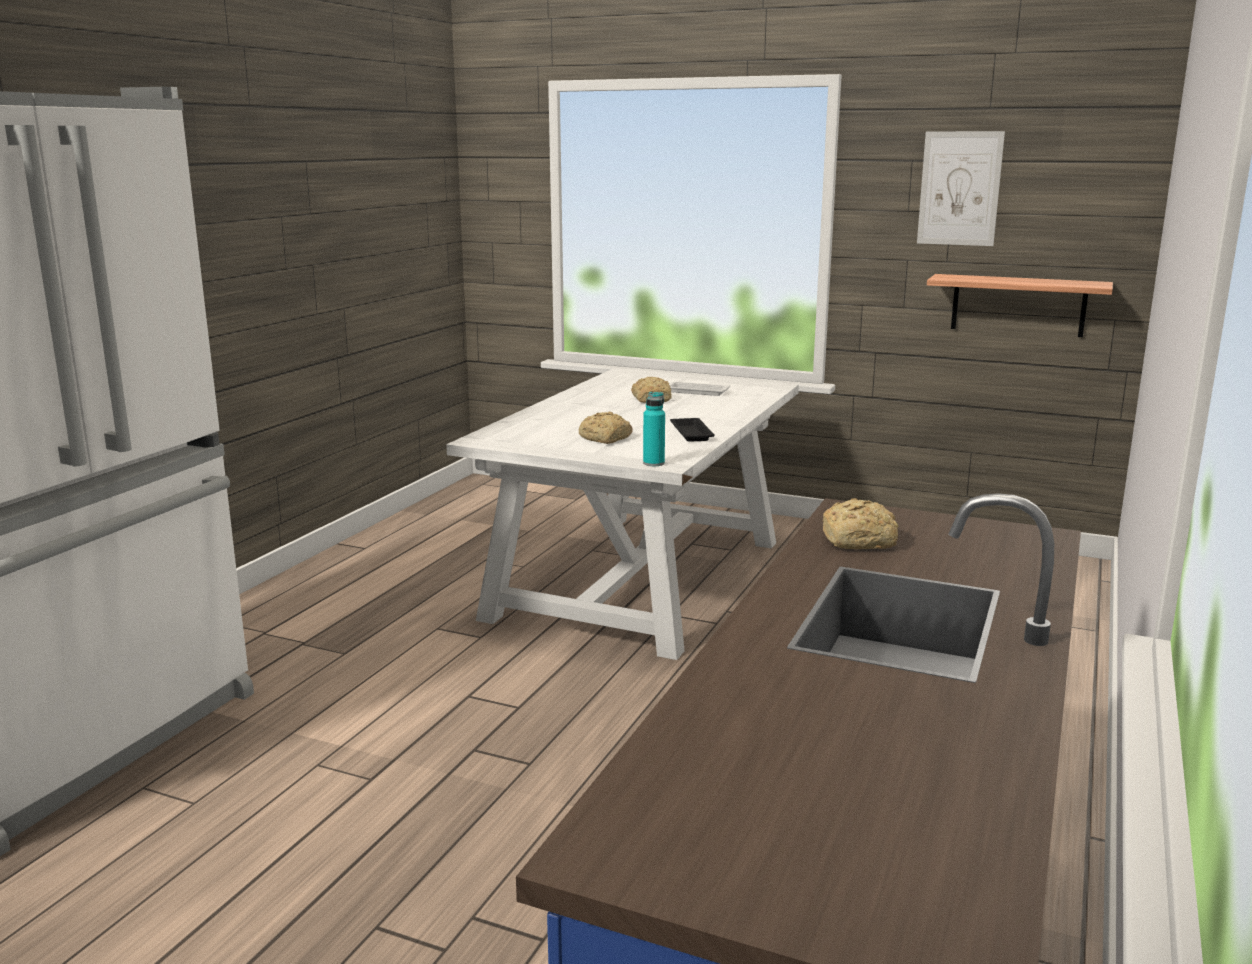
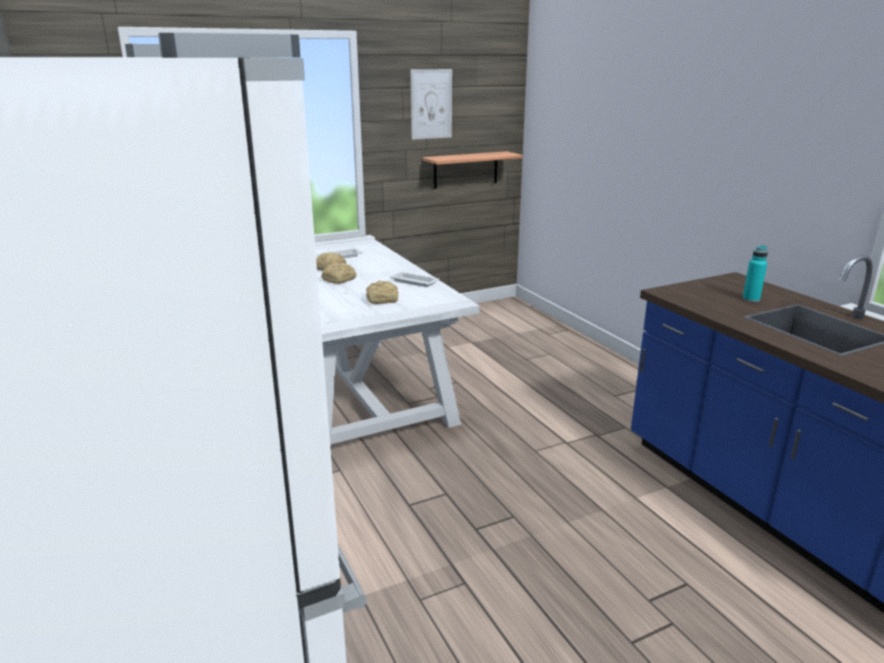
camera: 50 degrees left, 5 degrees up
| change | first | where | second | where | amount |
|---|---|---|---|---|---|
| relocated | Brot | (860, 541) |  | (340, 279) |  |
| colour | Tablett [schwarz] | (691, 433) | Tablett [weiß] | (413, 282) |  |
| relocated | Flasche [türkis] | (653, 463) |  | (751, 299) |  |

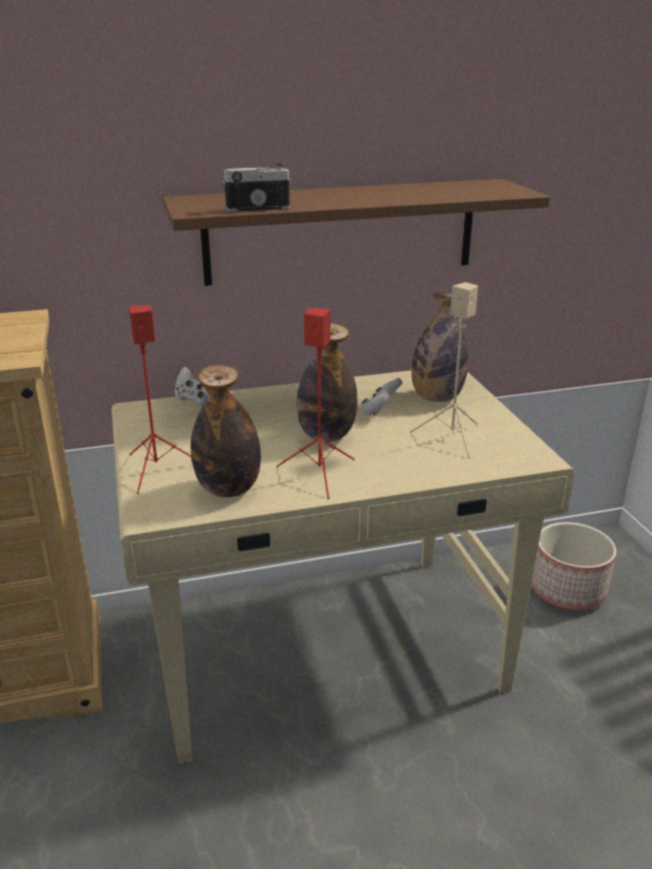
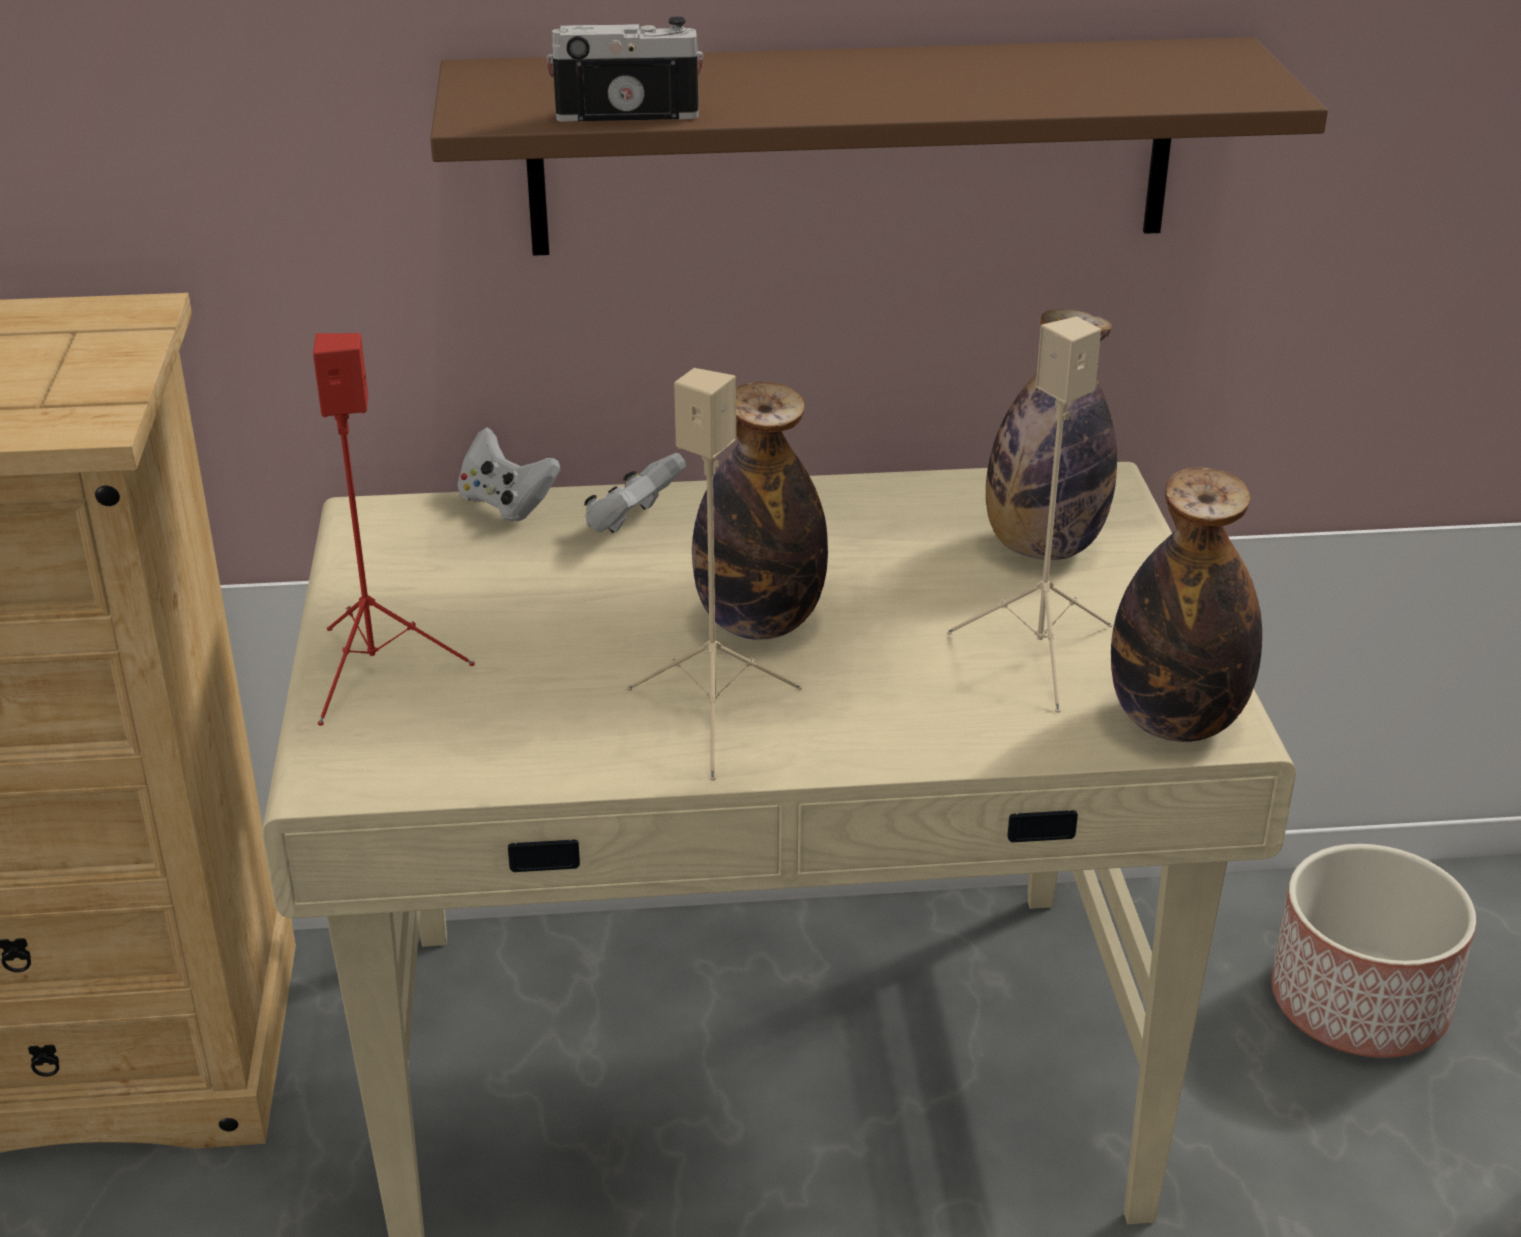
camera: 10 degrees right, 5 degrees up
| change | first | where | second | where | amount |
|---|---|---|---|---|---|
| relocated | Gamepad [weiß] | (381, 410) |  | (633, 521) |  |
| colour | Lautsprecher [rot] | (320, 473) | Lautsprecher [beige] | (715, 716) |  |
| relocated | Flasche | (228, 489) |  | (1175, 722) |  |

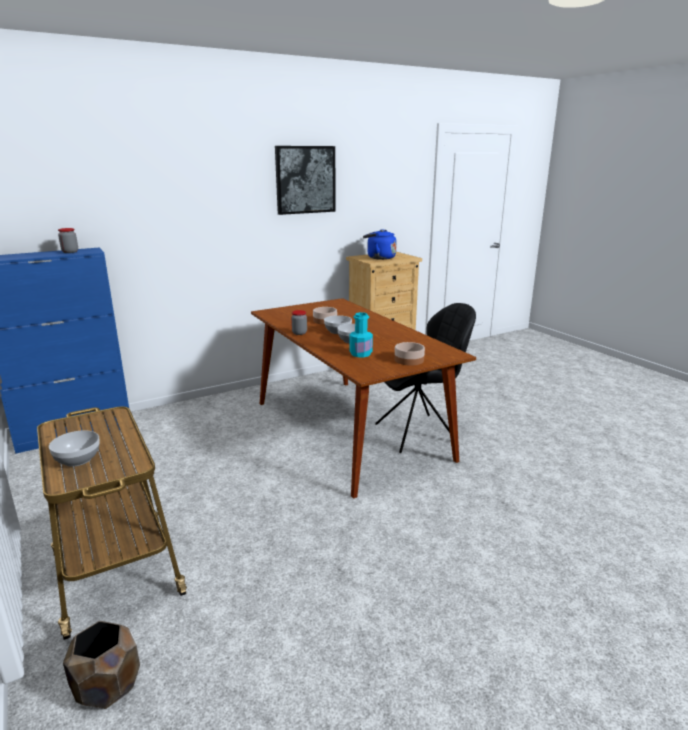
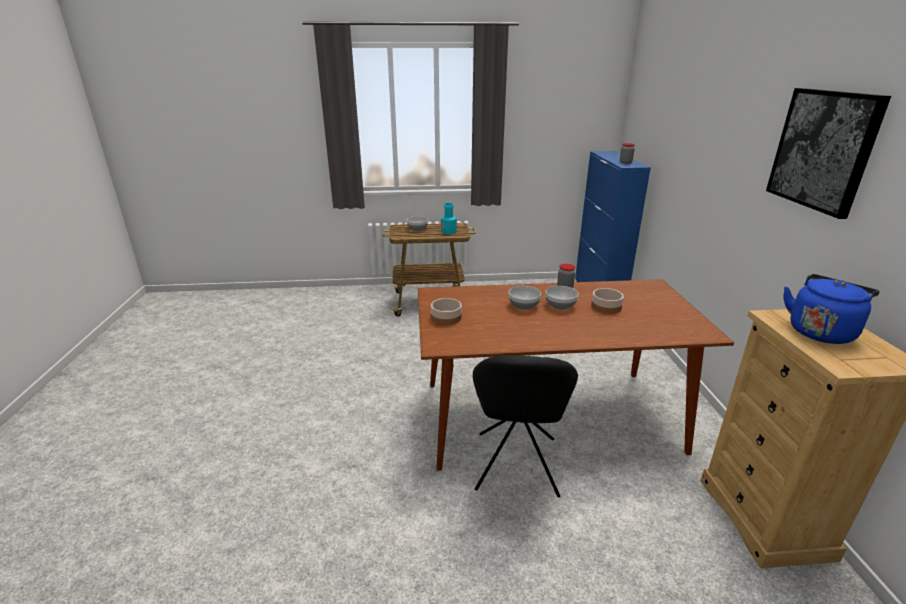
camera: 115 degrees right, 5 degrees up
| change | first | where | second | where | amount |
|---|---|---|---|---|---|
| relocated | Flasche [türkis] | (360, 354) |  | (448, 232) |  |
| missing | Pflanzkübel [braun] | (107, 686) |  |  |  |

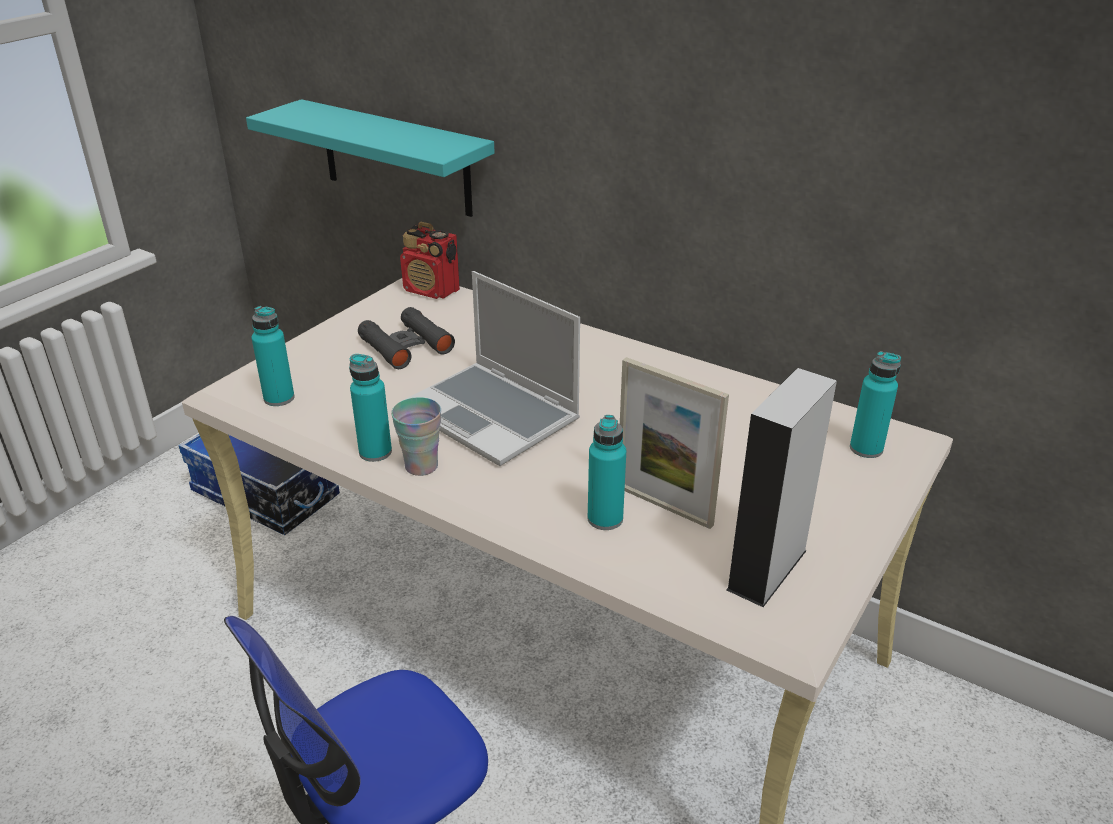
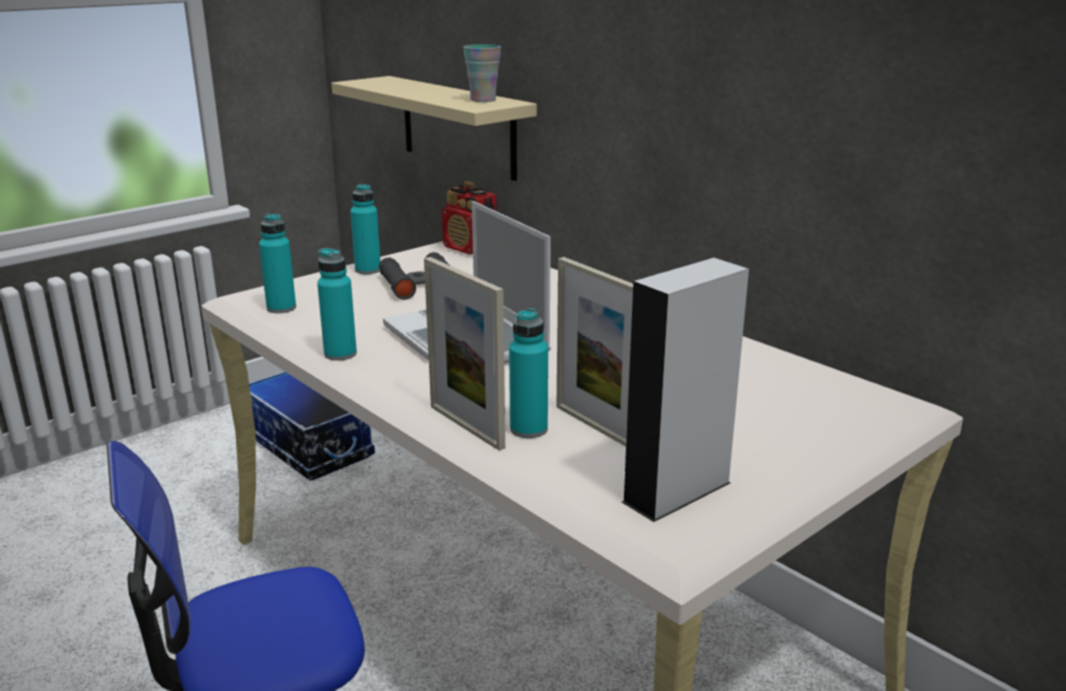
camera: 15 degrees right, 10 degrees down
| change | first | where | second | where | amount |
|---|---|---|---|---|---|
| colour | Wandregal [türkis] | (395, 158) | Wandregal [beige] | (458, 127) |  |
| relocated | Flasche [türkis] | (866, 449) |  | (368, 270) |  |
| appeared |  |  | Bilderrahmen | (466, 426) |  |
| relocated | Tasse | (421, 466) |  | (483, 100) |  |

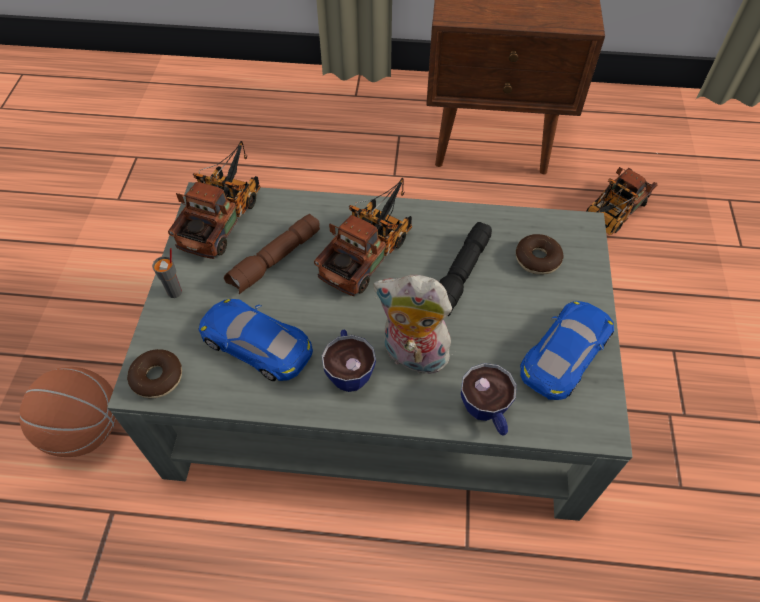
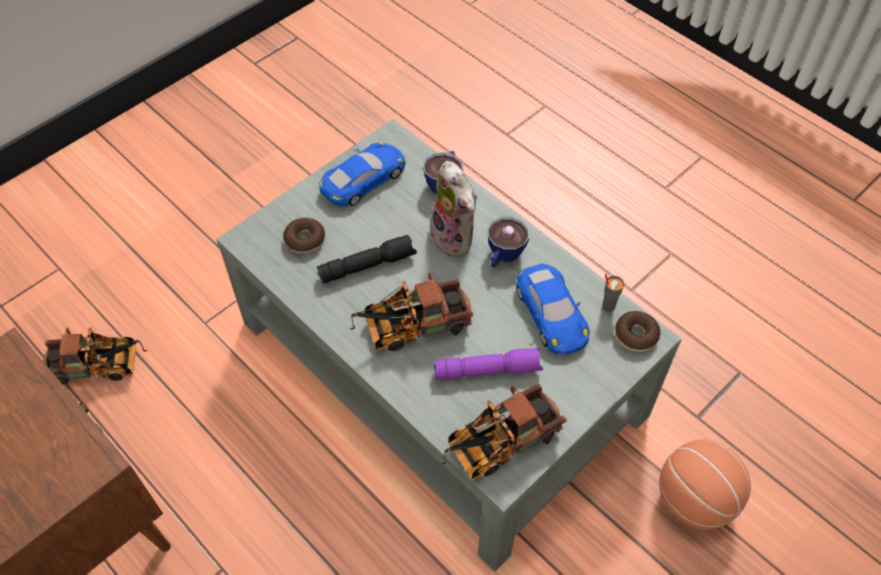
camera: 140 degrees left, 0 degrees up
| change | first | where | second | where | amount |
|---|---|---|---|---|---|
| spun | Spielzeugauto [blau] | (565, 353) |  | (363, 179) | 150 degrees clockwise |
| colour | Taschenlampe [braun] | (275, 260) | Taschenlampe [lila] | (488, 369) |  |
| relocated | Tasse [grau] | (175, 292) |  | (608, 306) |  |

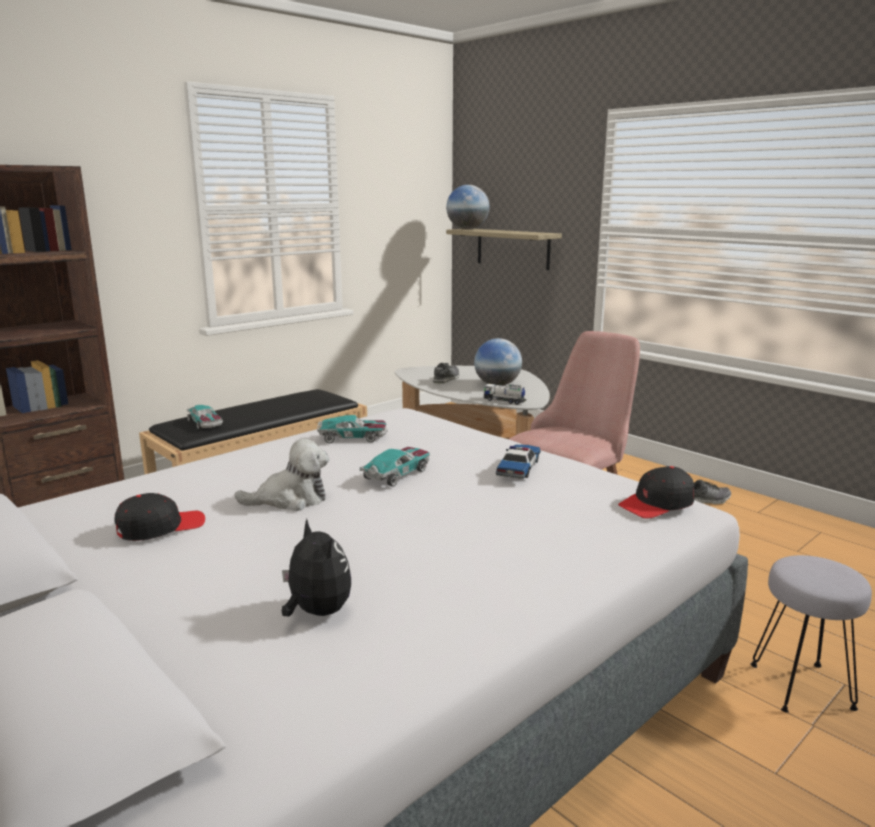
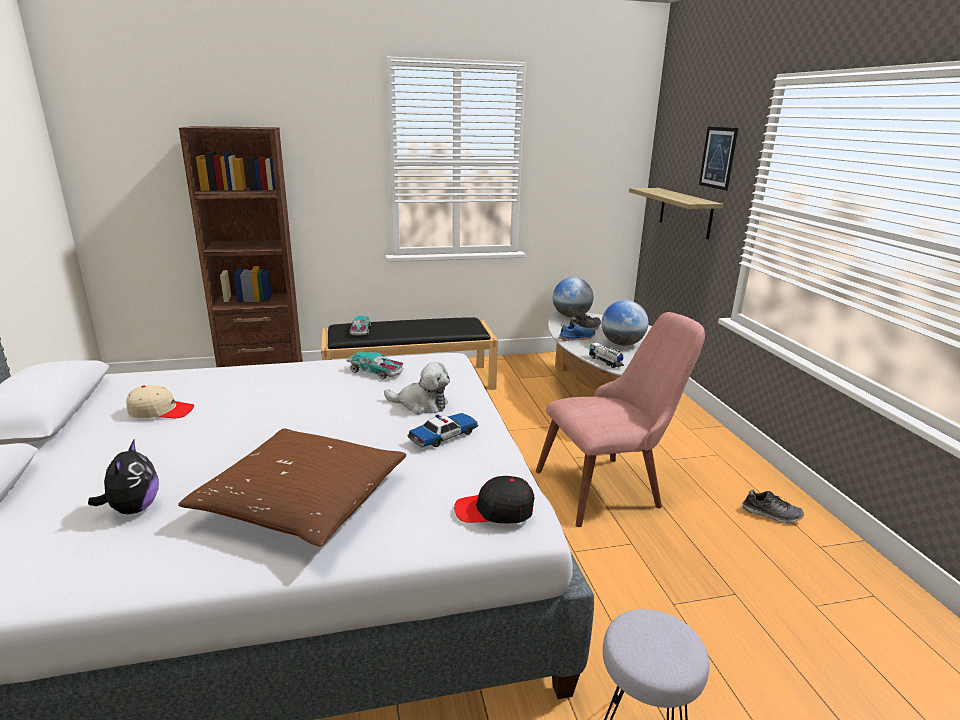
camera: 30 degrees right, 5 degrees up
| change | first | where | second | where | amount |
|---|---|---|---|---|---|
| colour | Kappe [schwarz] | (160, 527) | Kappe [beige] | (161, 411) |  |
| appeared |  |  | Kissen [braun] | (302, 501) |  |
| relocated | Plüschtier | (290, 500) |  | (421, 404) |  |
| relocated | Globus | (467, 229) |  | (571, 316) |  |
| appeared |  |  | Schuh [blau] | (576, 338) |  |
| appeared |  |  | Bild | (718, 158) |  |
| missing | Spielzeugauto | (397, 474) |  |  |  |

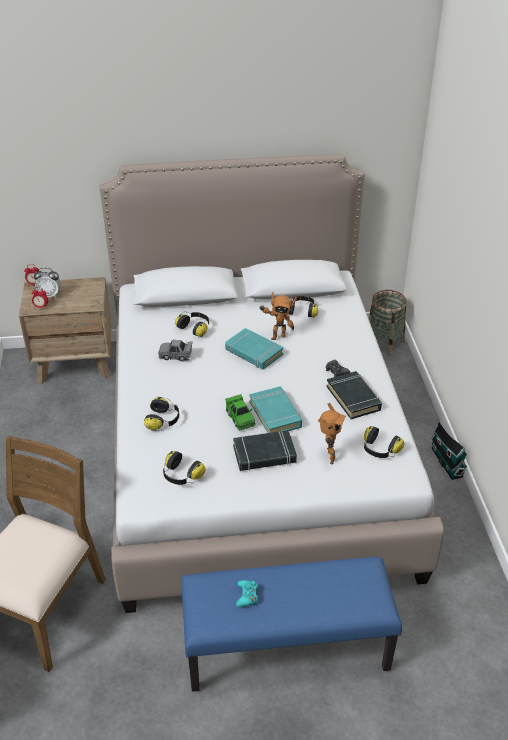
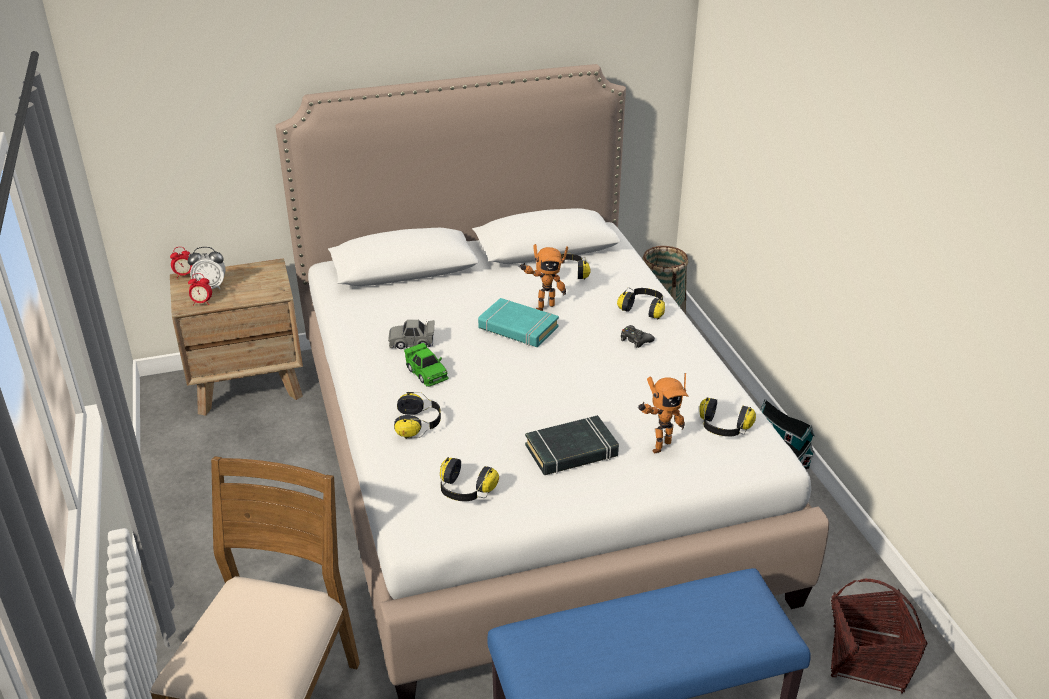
camera: 10 degrees left, 5 degrees down
| change | first | where | second | where | amount |
|---|---|---|---|---|---|
| relocated | Spielzeugauto [grün] | (240, 418) |  | (426, 373) |  |
| relocated | Kopfhörer | (195, 328) |  | (643, 309) |  |
| spun | Spielzeugroboter | (328, 458) |  | (658, 445) | 60 degrees clockwise |
| appeared |  |  | Korb | (867, 660) |  |
| missing | Gamepad [türkis] | (247, 596) |  |  |  |
| missing | Buch [türkis] | (275, 414) |  |  |  |
| missing | Buch [schwarz] | (353, 398) |  |  |  |

